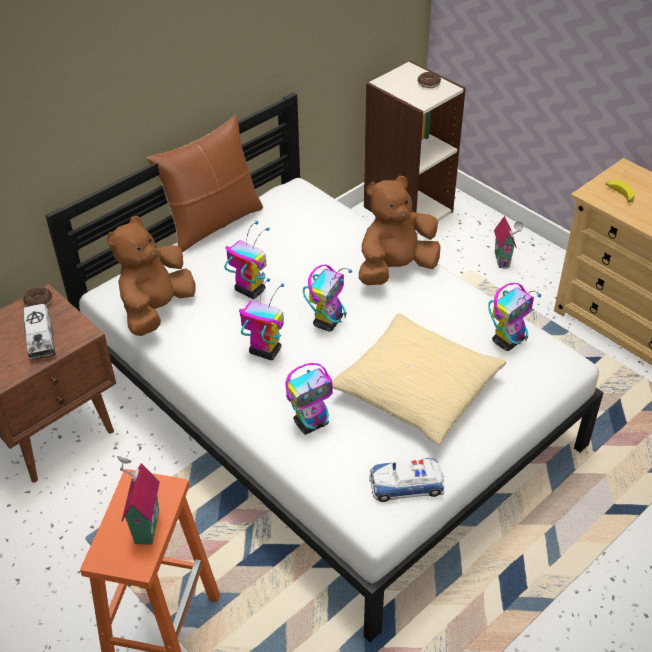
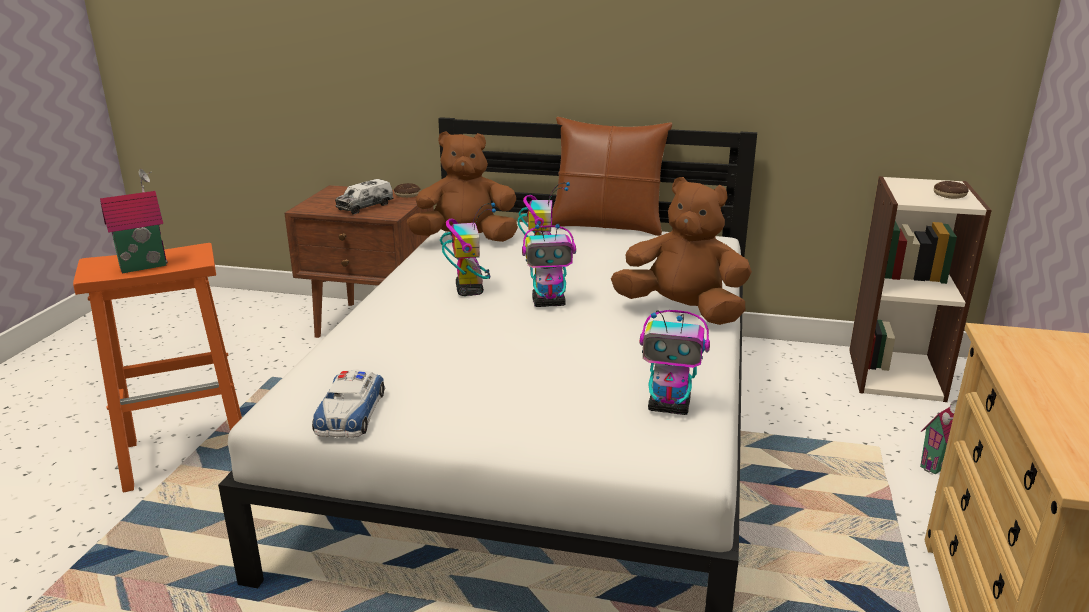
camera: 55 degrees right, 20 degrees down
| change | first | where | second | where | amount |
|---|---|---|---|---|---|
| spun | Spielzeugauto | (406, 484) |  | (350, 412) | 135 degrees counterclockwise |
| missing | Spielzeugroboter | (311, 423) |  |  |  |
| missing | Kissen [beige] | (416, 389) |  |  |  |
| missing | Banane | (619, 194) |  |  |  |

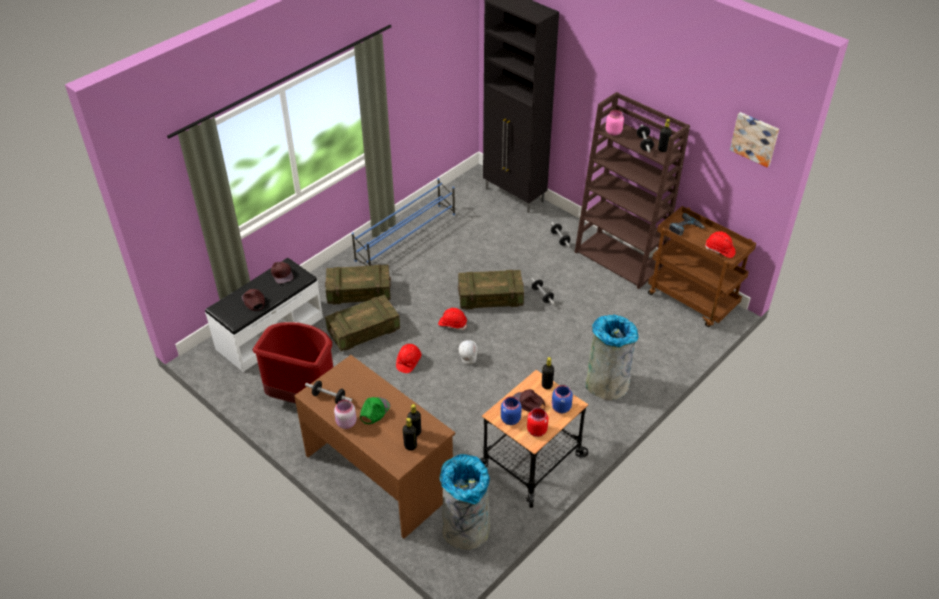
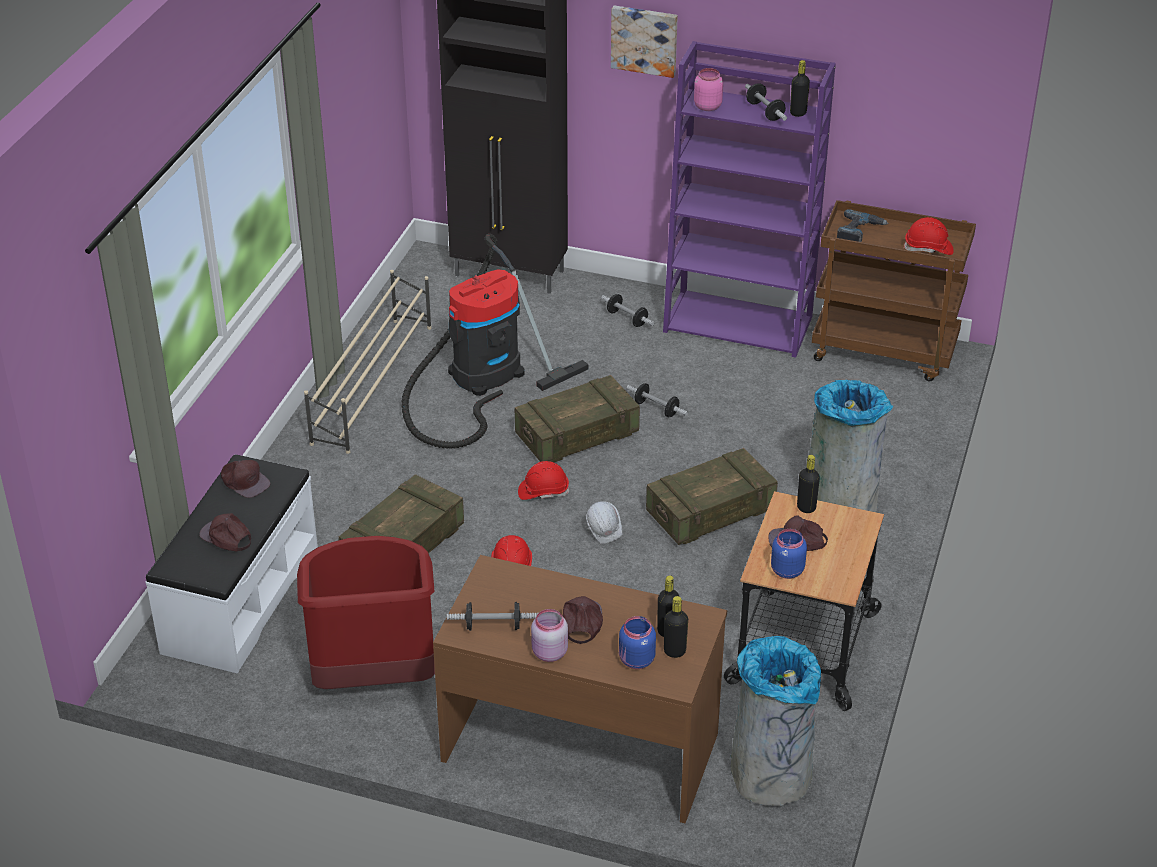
camera: 25 degrees left, 5 degrees down
| change | first | where | second | where | amount |
|---|---|---|---|---|---|
| colour | Schuhregal [blau] | (406, 237) | Schuhregal [beige] | (373, 383) |  |
| appeared |  |  | Staubsauger | (480, 378) |  |
| colour | Kappe [grün] | (374, 411) | Kappe [braun] | (581, 622) |  |
| relocated | Bild | (755, 138) |  | (644, 39) |  |
| relocated | Vorratsglas [blau] | (560, 408) |  | (636, 661) |  |
| relocated | Kiste | (359, 292) |  | (710, 512) |  |
| colour | Bücherregal [braun] | (620, 260) | Bücherregal [lila] | (739, 324) |  |
| missing | Vorratsglas [rot] | (536, 430) |  |  |  |

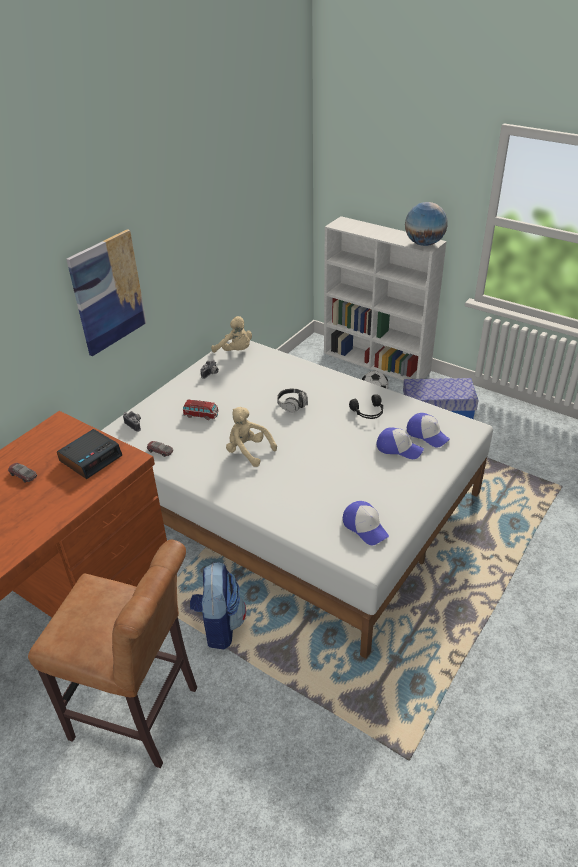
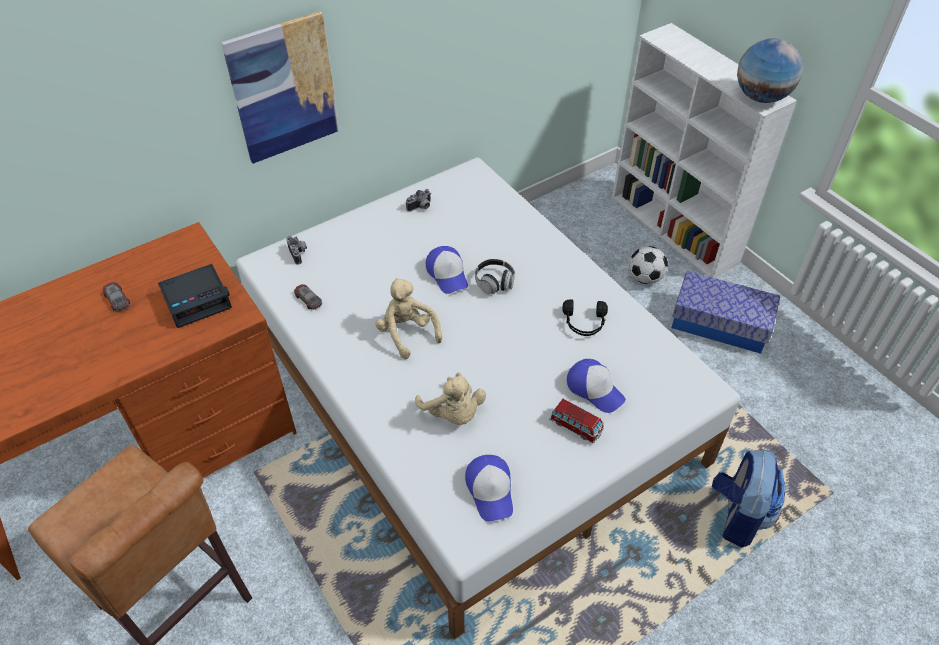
camera: 20 degrees right, 10 degrees up
| change | first | where | second | where | amount |
|---|---|---|---|---|---|
| relocated | Plüschtier [beige] | (235, 351) |  | (453, 413) |  |
| relocated | Kappe | (427, 434) |  | (447, 274) |  |
| relocated | Spielzeugauto | (201, 415) |  | (576, 426) |  |
| relocated | Rucksack | (219, 625) |  | (737, 515) |  |

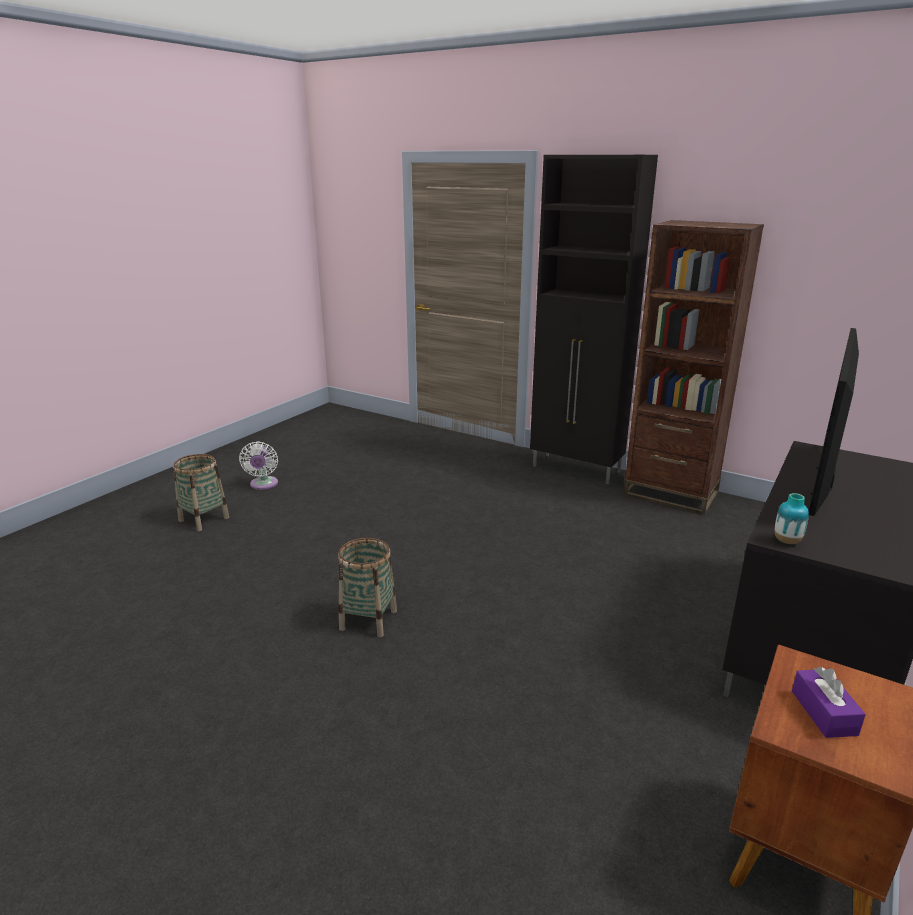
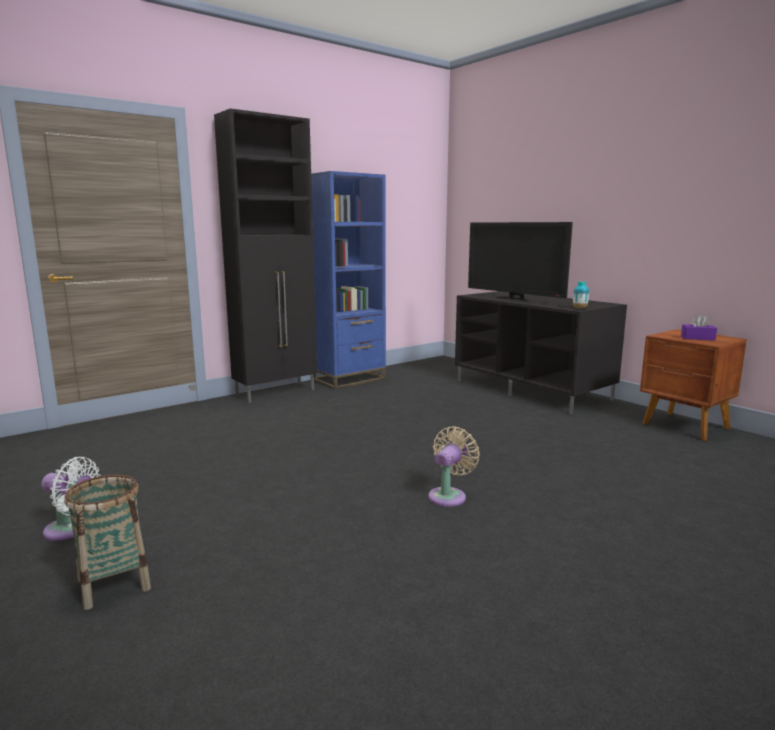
camera: 70 degrees left, 10 degrees down
| change | first | where | second | where | amount |
|---|---|---|---|---|---|
| colour | Bücherregal [braun] | (670, 493) | Bücherregal [blau] | (349, 379) |  |
| exchanged | Korb | (368, 619) | Ventilator [beige] | (449, 495) |  |

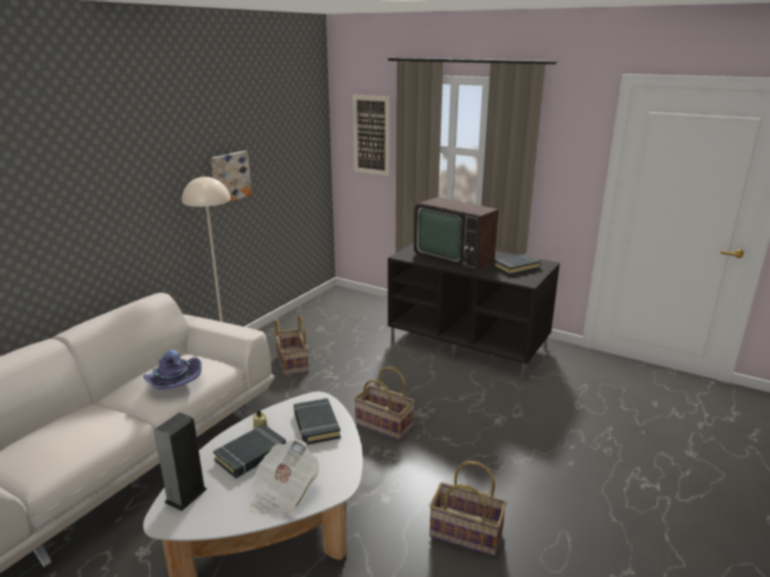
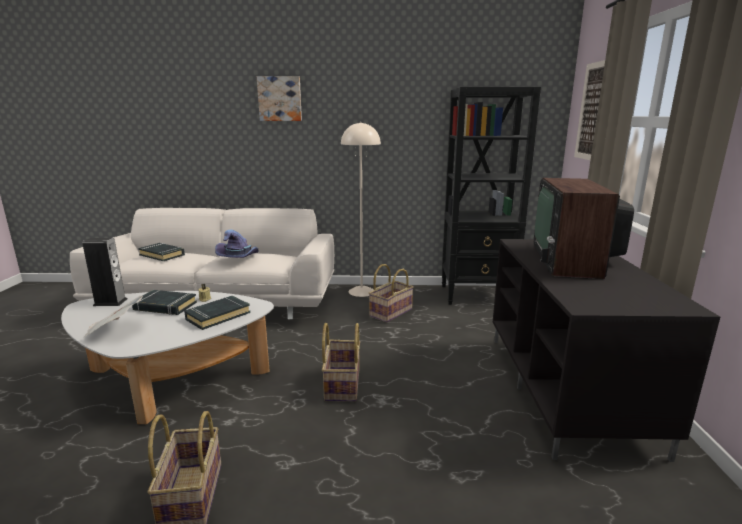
camera: 60 degrees right, 5 degrees down
| change | first | where | second | where | amount |
|---|---|---|---|---|---|
| relocated | Buch [schwarz] | (516, 267) |  | (162, 255) |  |
| relocated | Bild | (230, 176) |  | (280, 99) |  |
| appeared |  |  | Bücherregal [schwarz] | (477, 295) |  |

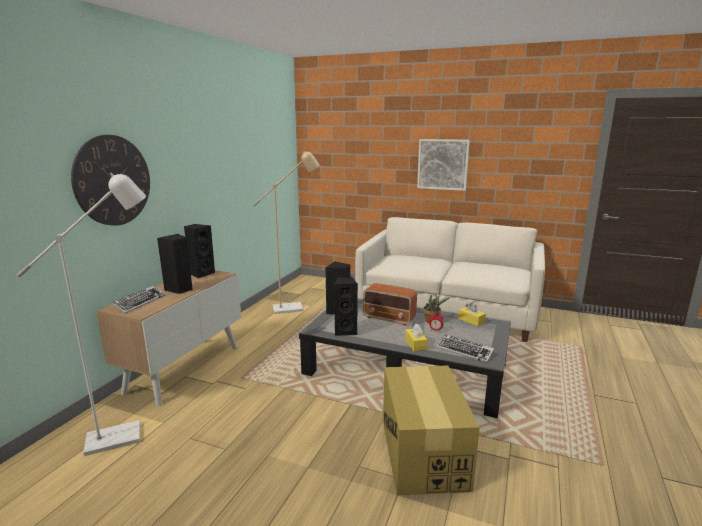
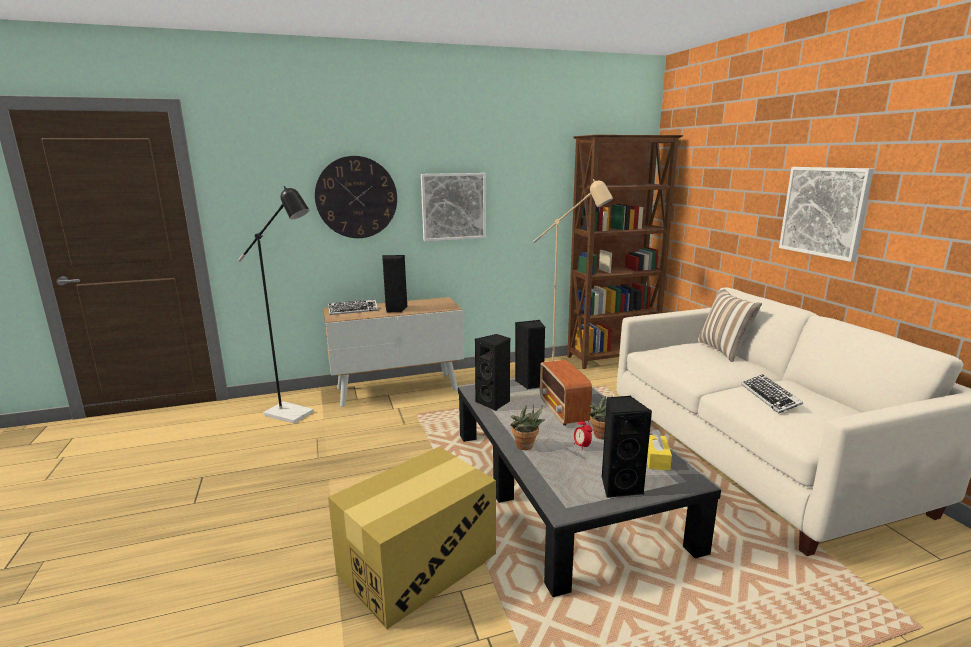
camera: 50 degrees right, 0 degrees up
| change | first | where | second | where | amount |
|---|---|---|---|---|---|
| colour | Stehlampe [weiß] | (125, 436) | Stehlampe [schwarz] | (295, 415) |  |
| appeared |  |  | Bild | (453, 206) |  |
| exchanged | Taschentuchbox [gelb] | (415, 344) | Topfpflanze | (526, 447) |  |
| appeared |  |  | Bücherregal [braun] | (613, 358) |  |
| relocated | Lautsprecher [schwarz] | (201, 274) |  | (619, 486) |  |
| appeared |  |  | Kissen | (724, 350) |  |
| relocated | Tastatur | (465, 351) |  | (770, 397) |  |

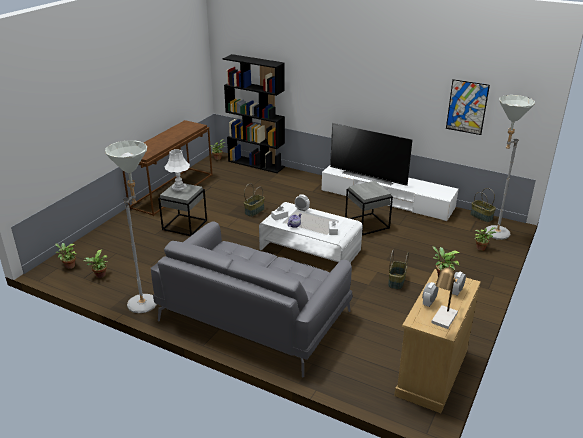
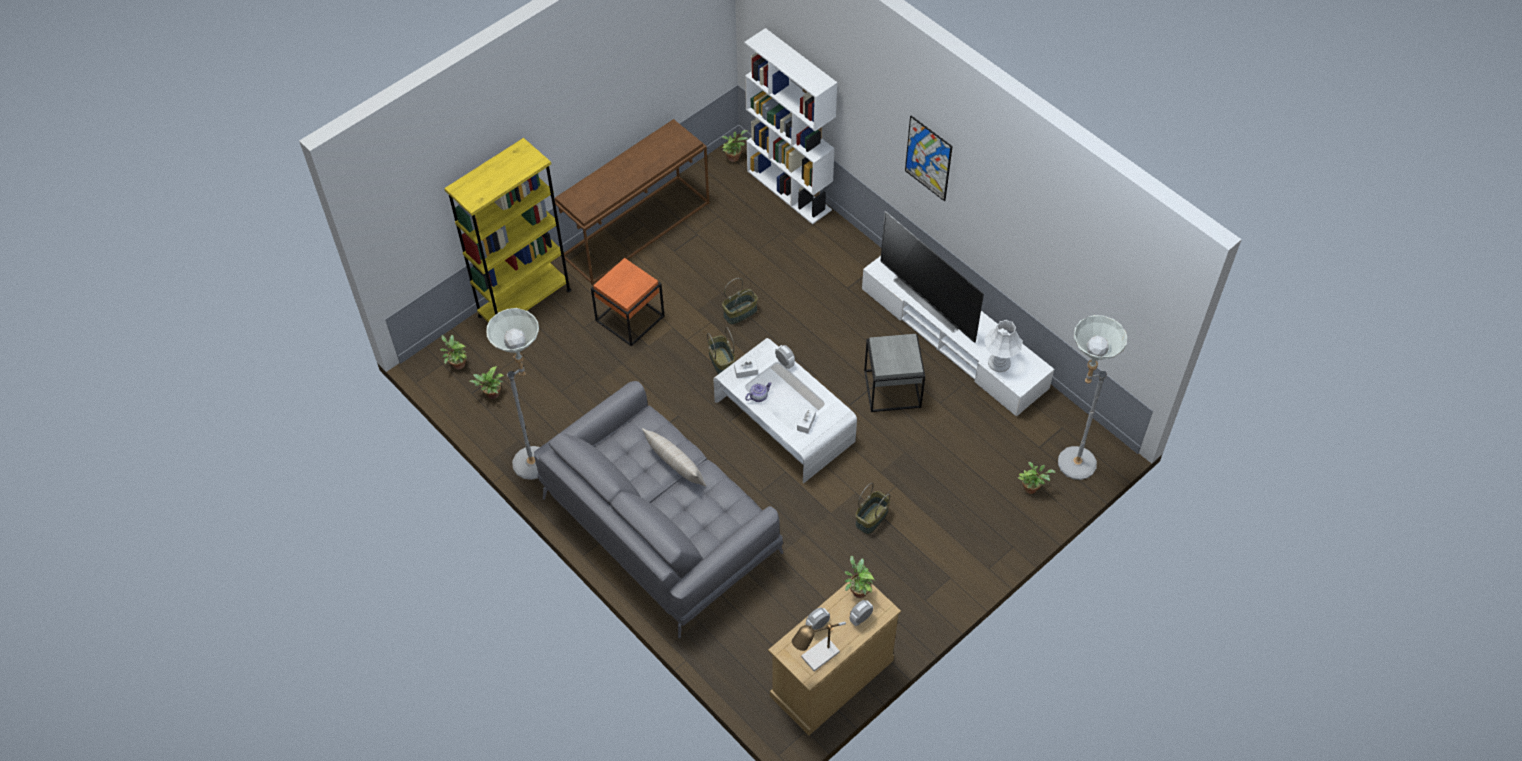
camera: 20 degrees right, 25 degrees up
| change | first | where | second | where | amount |
|---|---|---|---|---|---|
| appeared |  |  | Bücherregal [gelb] | (524, 303) |  |
| colour | Beistelltisch [grau] | (184, 225) | Beistelltisch [orange] | (630, 318) |  |
| appeared |  |  | Kissen [beige] | (675, 466) |  |
| relocated | Korb | (482, 216) |  | (722, 362) |  |
| colour | Bücherregal [schwarz] | (256, 164) | Bücherregal [weiß] | (790, 190) |  |
| relocated | Bild | (467, 107) |  | (928, 158) |  |
| relocated | Tischlampe [weiß] | (179, 187) |  | (999, 362) |  |

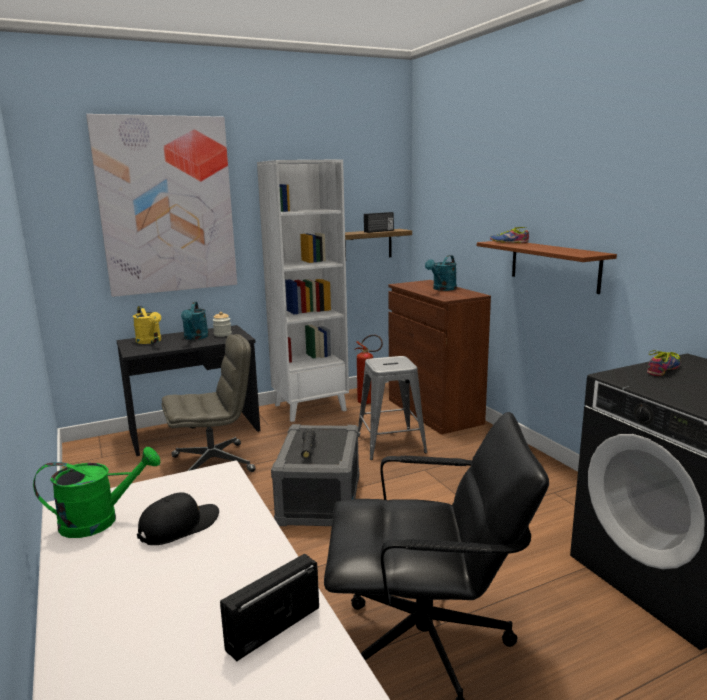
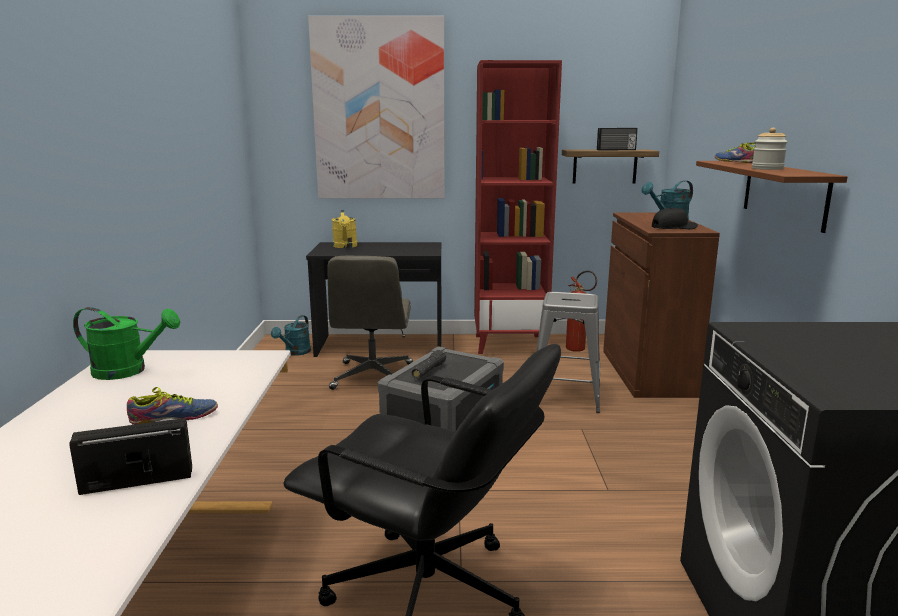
camera: 25 degrees right, 0 degrees up
| change | first | where | second | where | amount |
|---|---|---|---|---|---|
| relocated | Schuh | (665, 370) |  | (174, 418) |  |
| relocated | Gießkanne [türkis] | (195, 337) |  | (295, 353) |  |
| spun | Bürostuhl [grau] | (214, 463) |  | (373, 377) | 90 degrees clockwise |
| colour | Bücherregal [weiß] | (310, 407) | Bücherregal [rot] | (510, 344) |  |
| relocated | Kappe [schwarz] | (179, 526) |  | (674, 227) |  |
| relocated | Vorratsglas | (222, 334) |  | (767, 168) |  |

